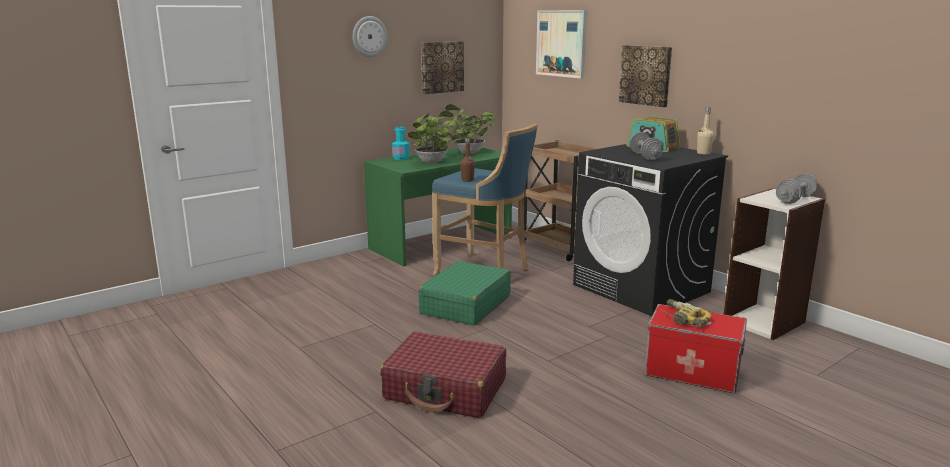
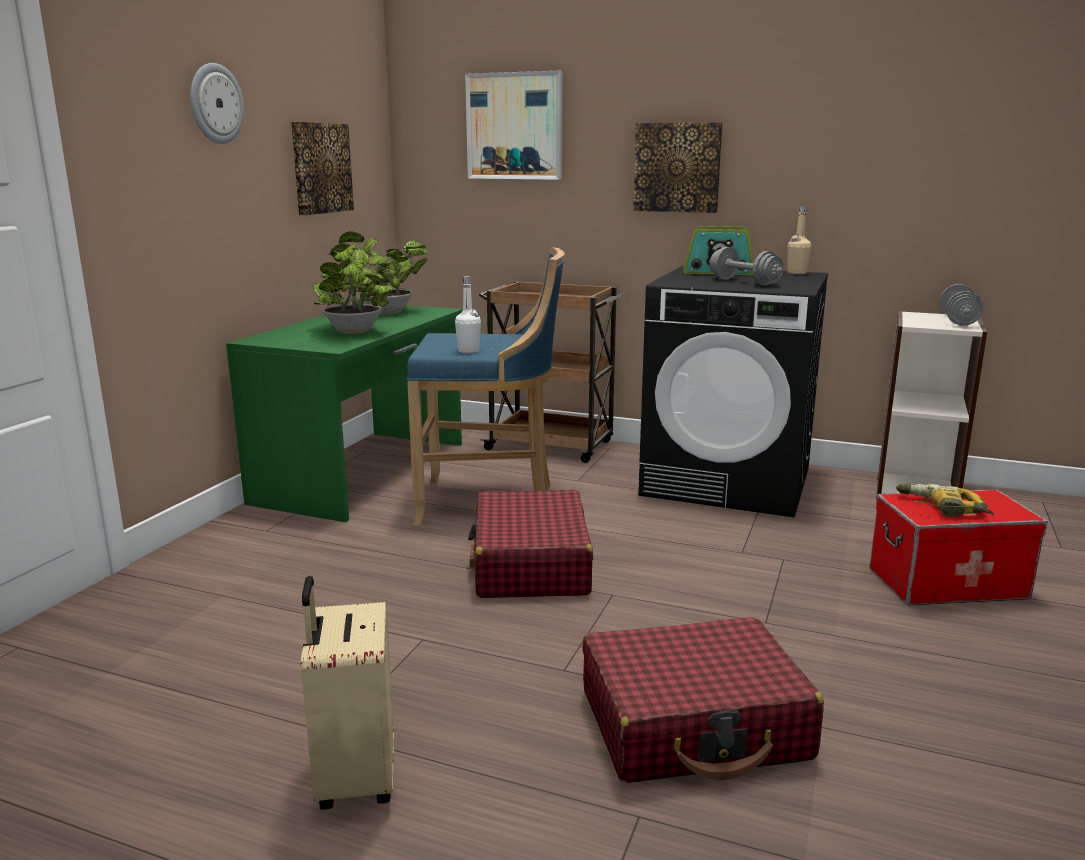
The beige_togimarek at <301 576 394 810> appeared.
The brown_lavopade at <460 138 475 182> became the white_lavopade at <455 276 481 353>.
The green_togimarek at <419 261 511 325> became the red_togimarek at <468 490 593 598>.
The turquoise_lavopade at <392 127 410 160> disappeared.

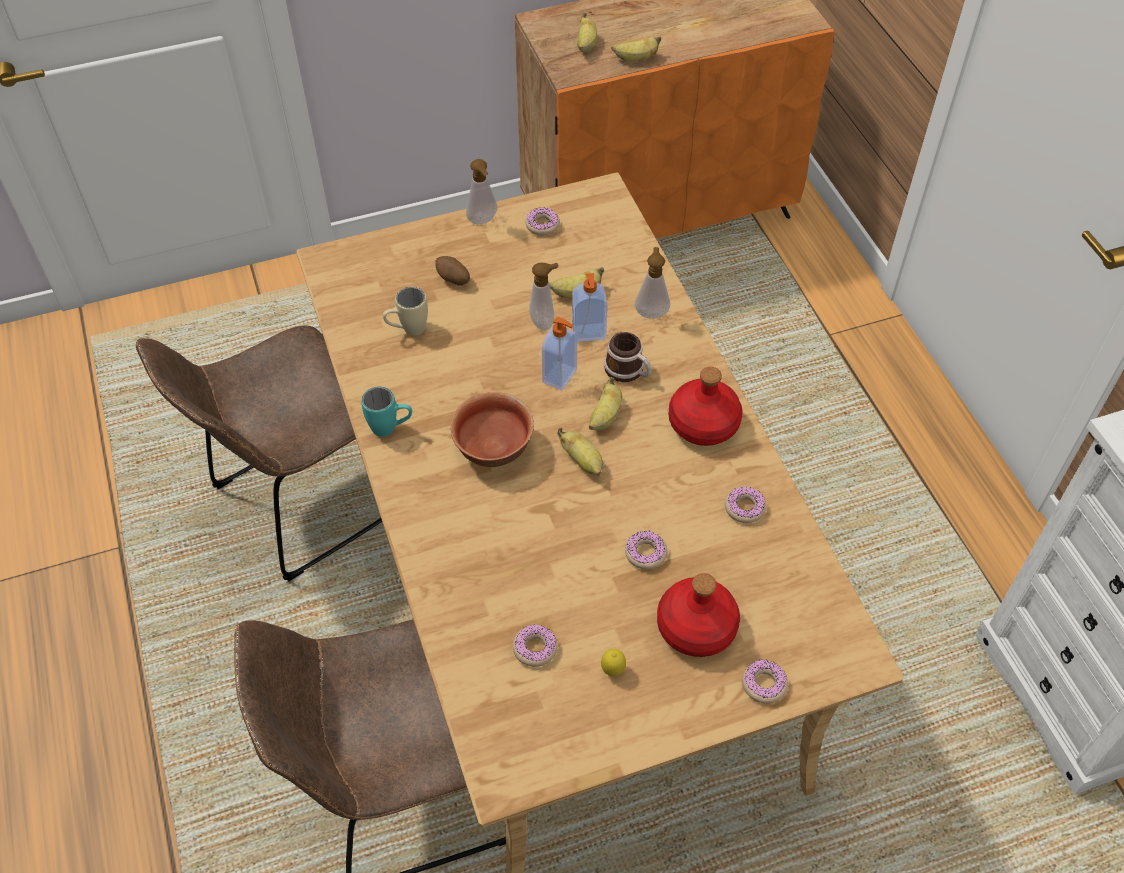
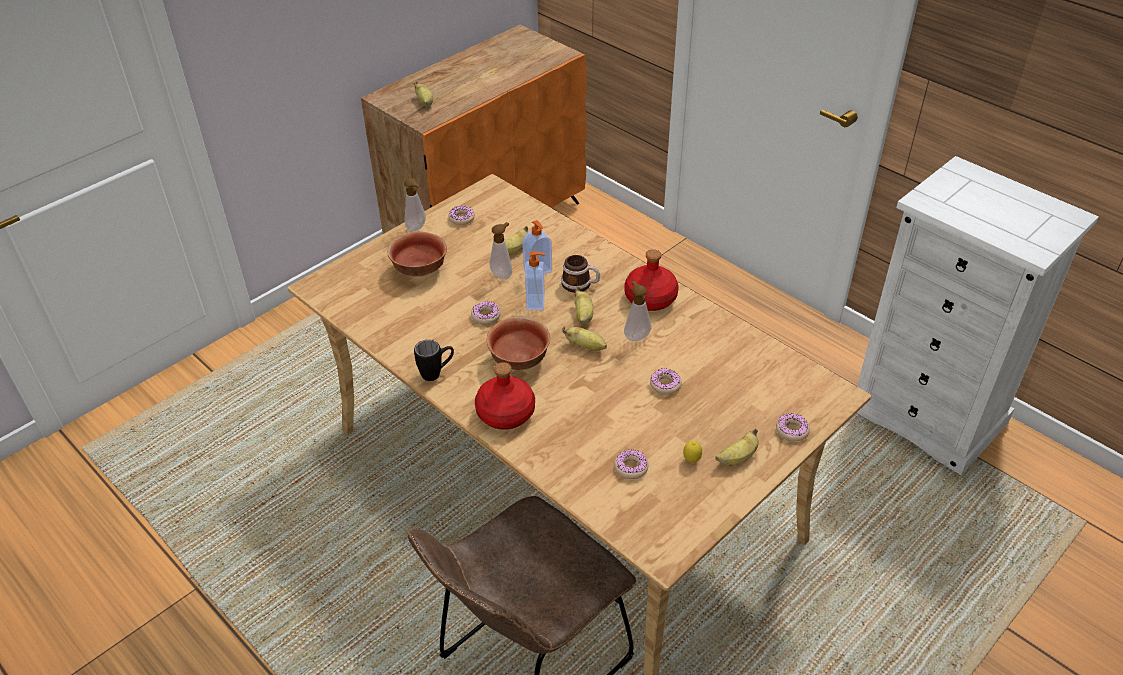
The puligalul at <435 256 470 286> was replaced by the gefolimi at <388 232 447 277>.
The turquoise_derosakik at <361 387 412 437> became the black_derosakik at <414 340 454 381>.
The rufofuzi moved from <725 486 766 523> to <471 301 500 324>.
The red_lavopade moved from <657 573 740 657> to <475 362 535 430>.
The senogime moved from <634 247 670 319> to <624 281 652 341>.
The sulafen moved from <611 36 661 62> to <716 429 759 466>.
The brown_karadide at <136 326 382 582> disappeared.
The beige_derosakik at <383 287 428 336> disappeared.

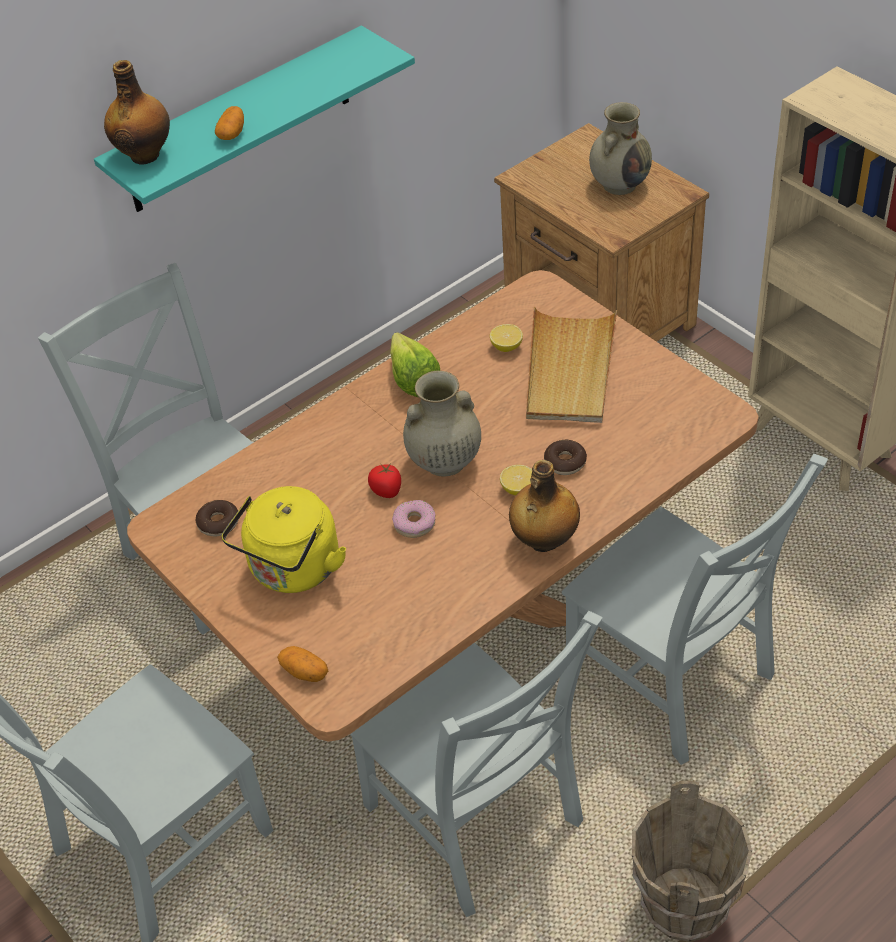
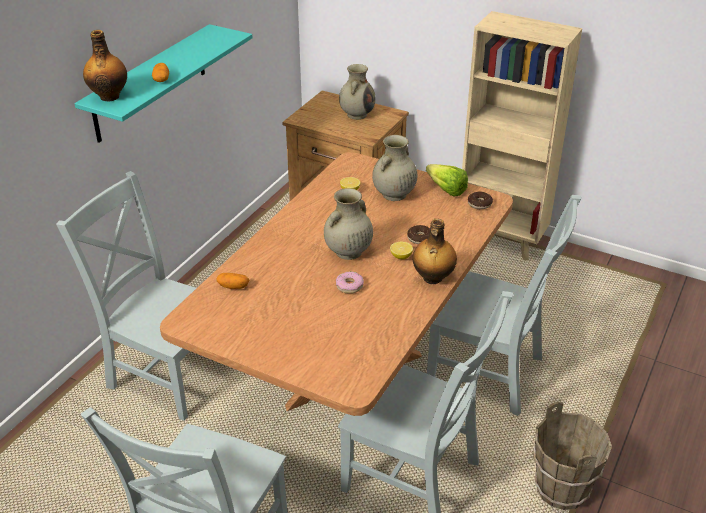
The puligalul moved from <277 646 328 682> to <216 273 249 289>.
The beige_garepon at <526 307 617 423> was replaced by the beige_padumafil at <372 135 417 201>.
The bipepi moved from <390 332 440 397> to <426 164 468 196>.
The rufofuzi moved from <196 500 238 536> to <468 191 493 209>.
The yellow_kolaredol at <221 486 347 593> disappeared.
The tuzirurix at <368 464 401 498> disappeared.

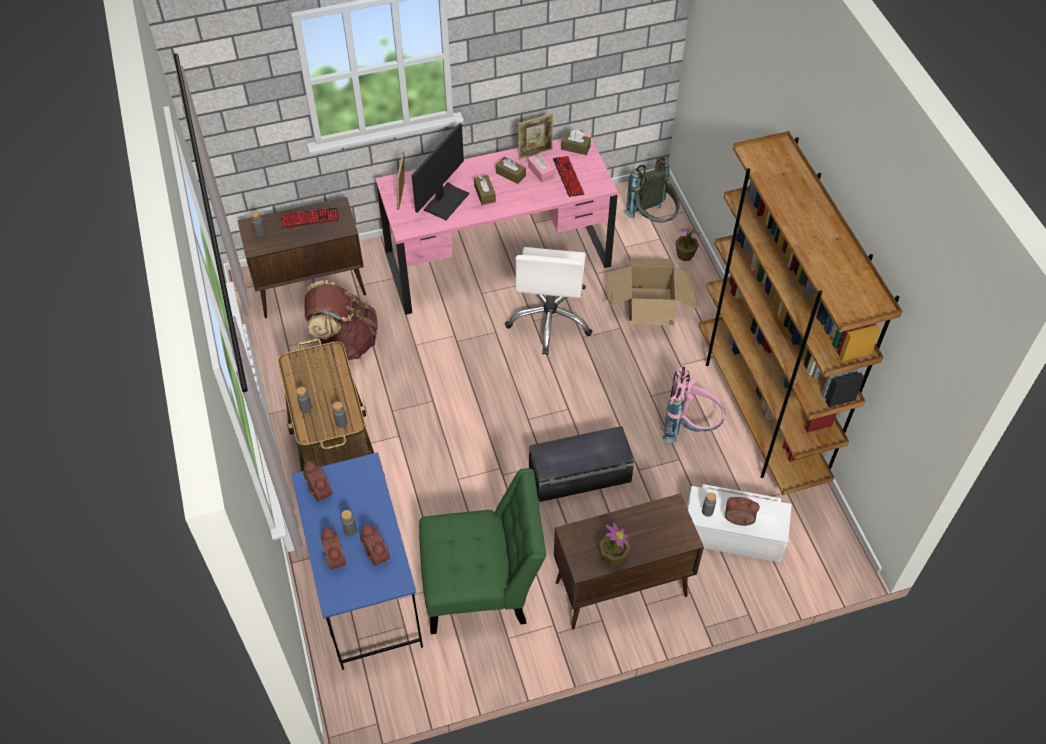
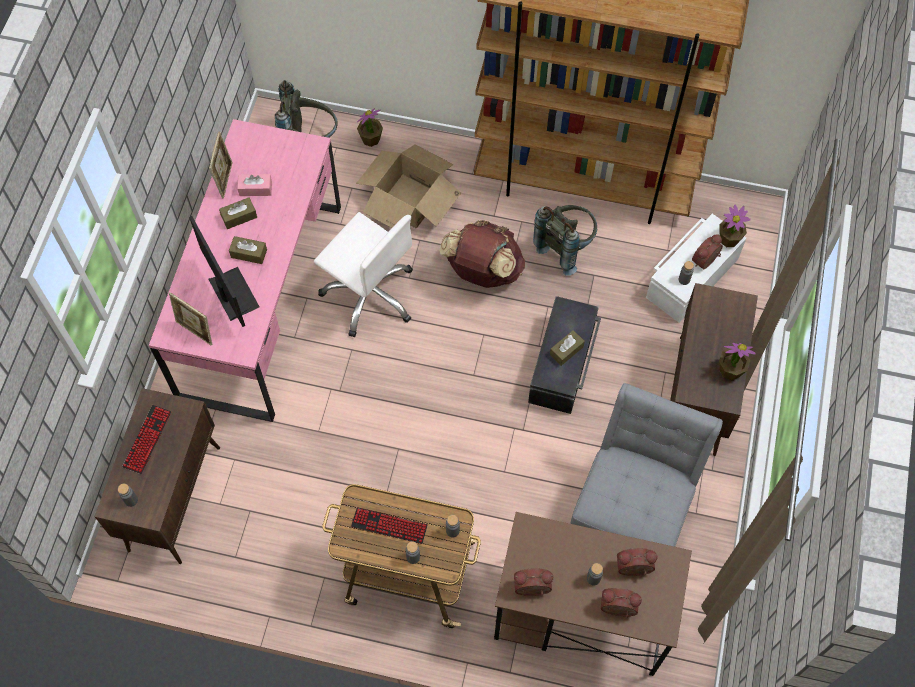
The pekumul moved from <553 156 585 197> to <351 507 428 544>.
The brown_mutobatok moved from <304 280 378 360> to <439 220 525 288>.
The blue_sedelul at <291 452 423 670> became the brown_sedelul at <494 512 692 676>.
The pink_mutobatok at <663 366 725 443> became the grey_mutobatok at <533 205 597 276>.
The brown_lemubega moved from <561 130 591 155> to <550 330 585 366>.
The green_karadide at <419 468 546 634> became the grey_karadide at <571 383 723 547>.
The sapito at <719 204 750 247> appeared.

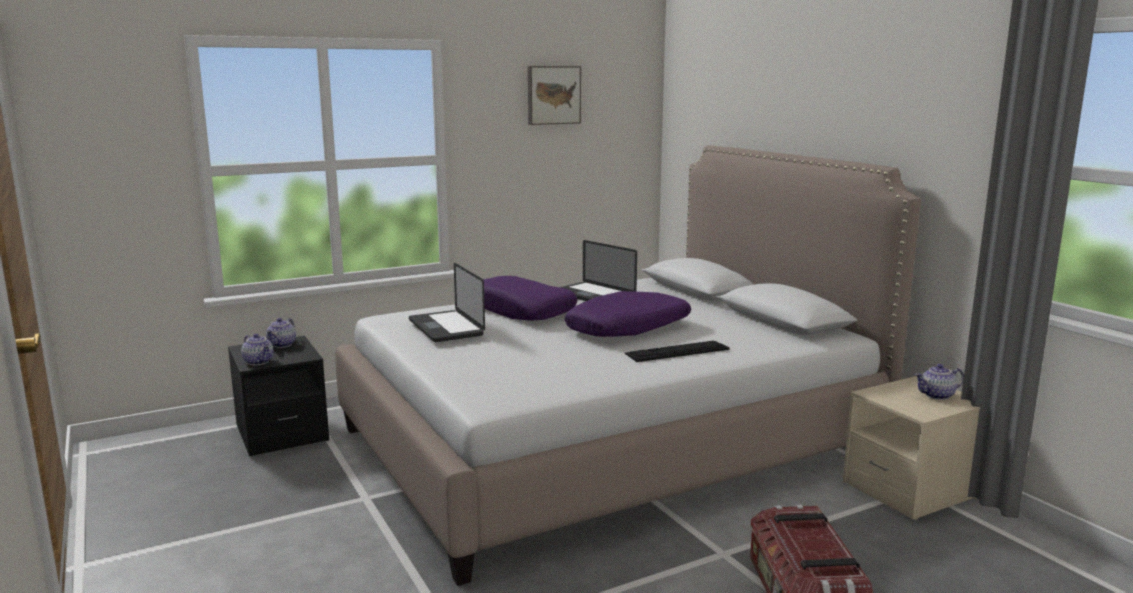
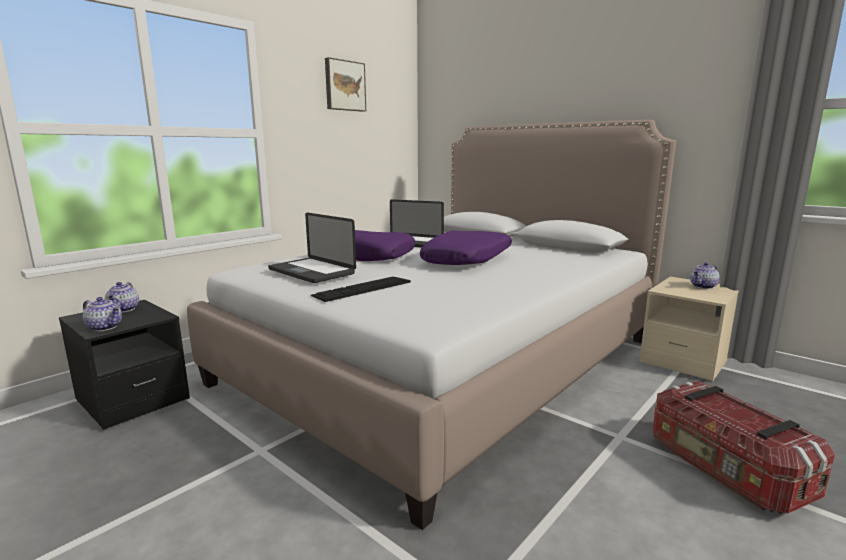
The pekumul moved from <625 341 730 362> to <310 276 411 302>.

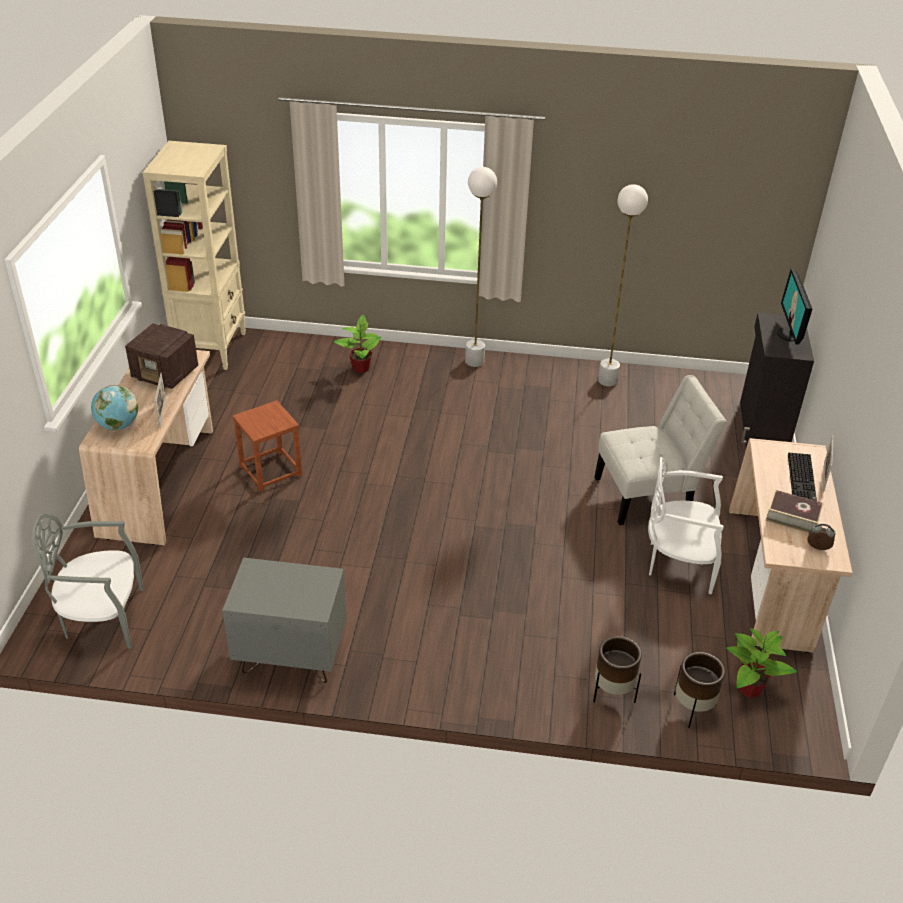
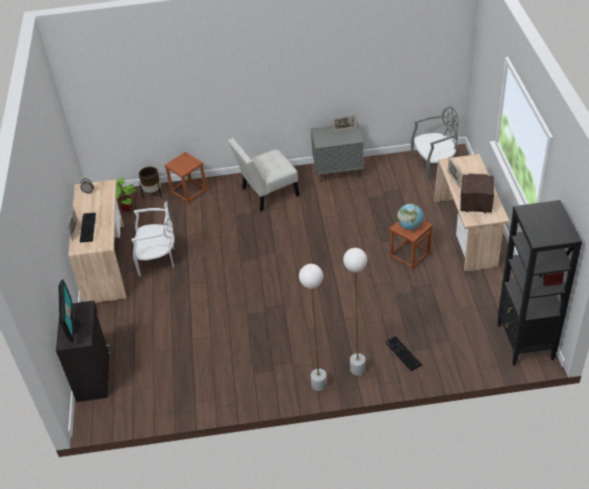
The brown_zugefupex at <593 636 642 703> was replaced by the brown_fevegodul at <164 152 207 204>.
The white_karadide moved from <594 375 727 525> to <228 138 299 211>.
The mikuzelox at <332 114 357 132> appeared.
The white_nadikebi moved from <598 184 648 386> to <343 248 367 375>.
The sapito at <334 314 381 373> was replaced by the pekumul at <385 336 422 371>.
The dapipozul moved from <91 385 138 430> to <397 204 423 230>.
The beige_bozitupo at <143 141 246 370> became the black_bozitupo at <497 200 582 365>.
The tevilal at <765 490 824 533> disappeared.

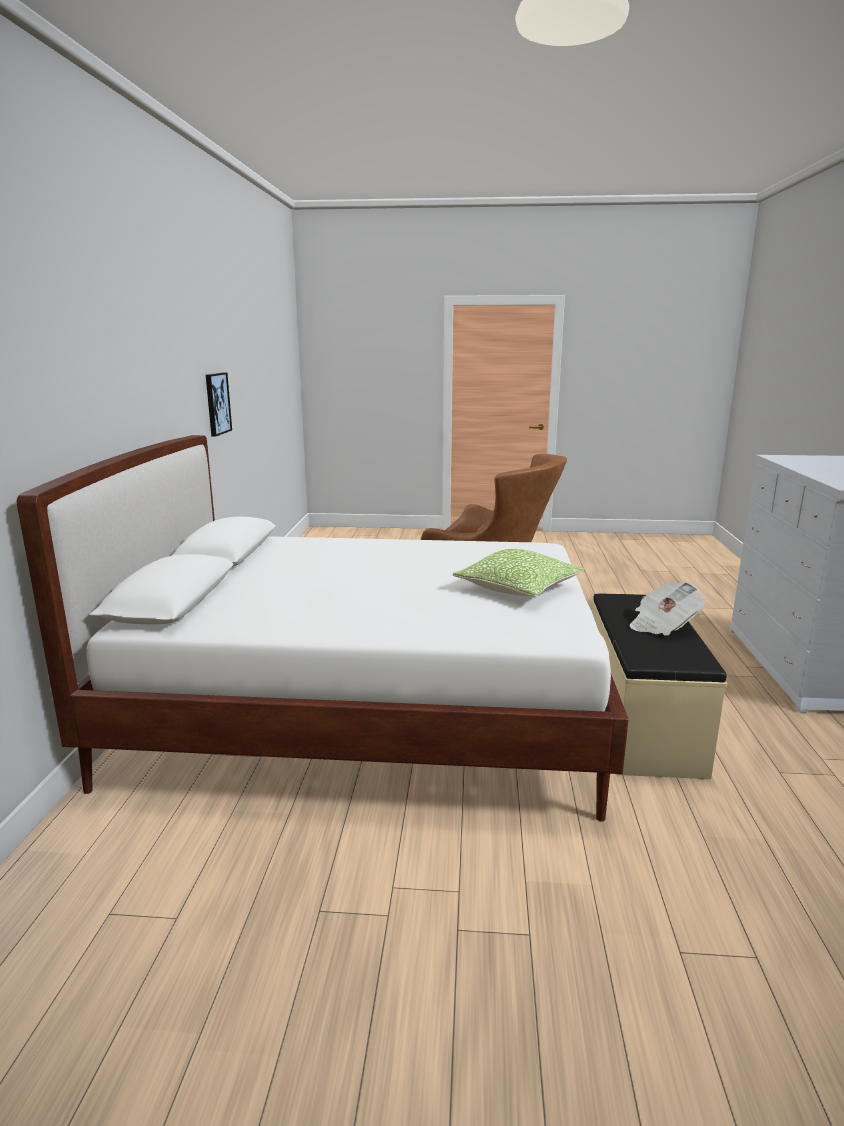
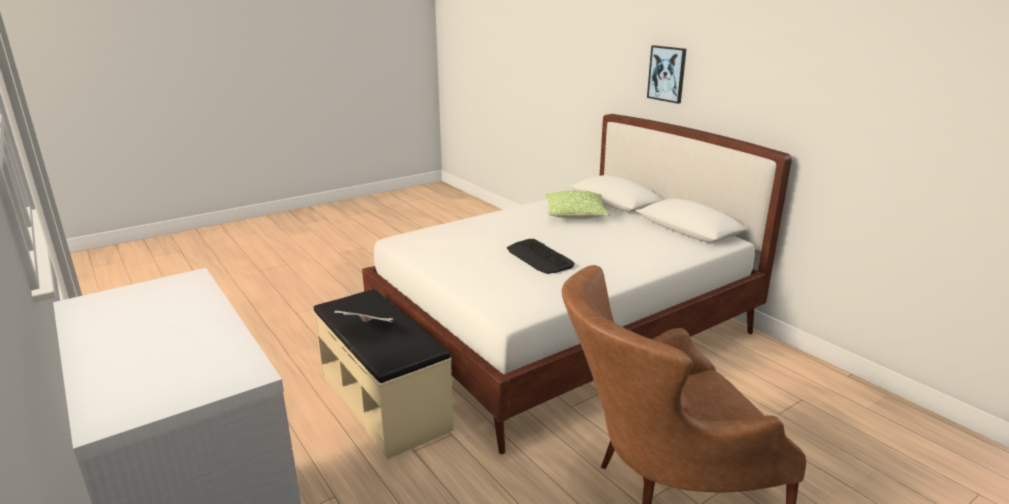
The pekumul at <507 239 575 274> appeared.
The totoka moved from <453 549 584 596> to <544 190 610 219>.
The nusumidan moved from <206 372 232 437> to <647 45 686 104>.

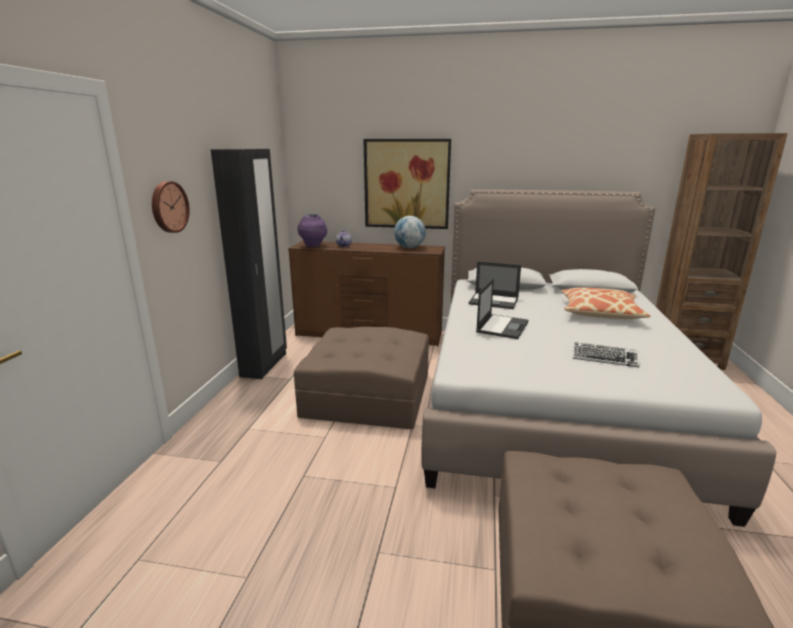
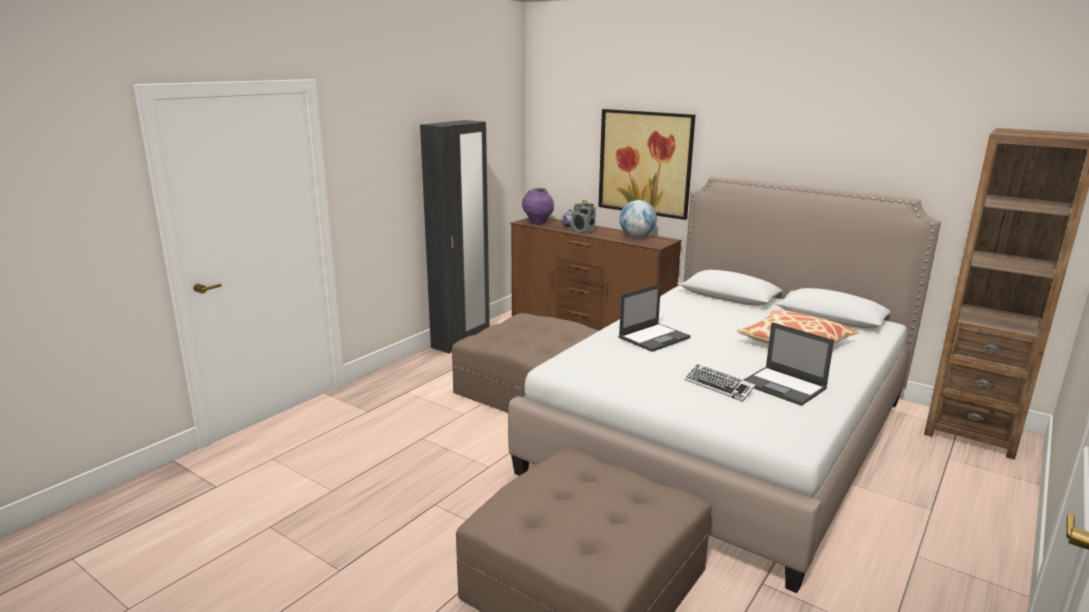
The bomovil at <571 200 596 233> appeared.
The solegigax moved from <469 261 521 309> to <744 322 834 406>.
The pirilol at <152 181 190 233> disappeared.

